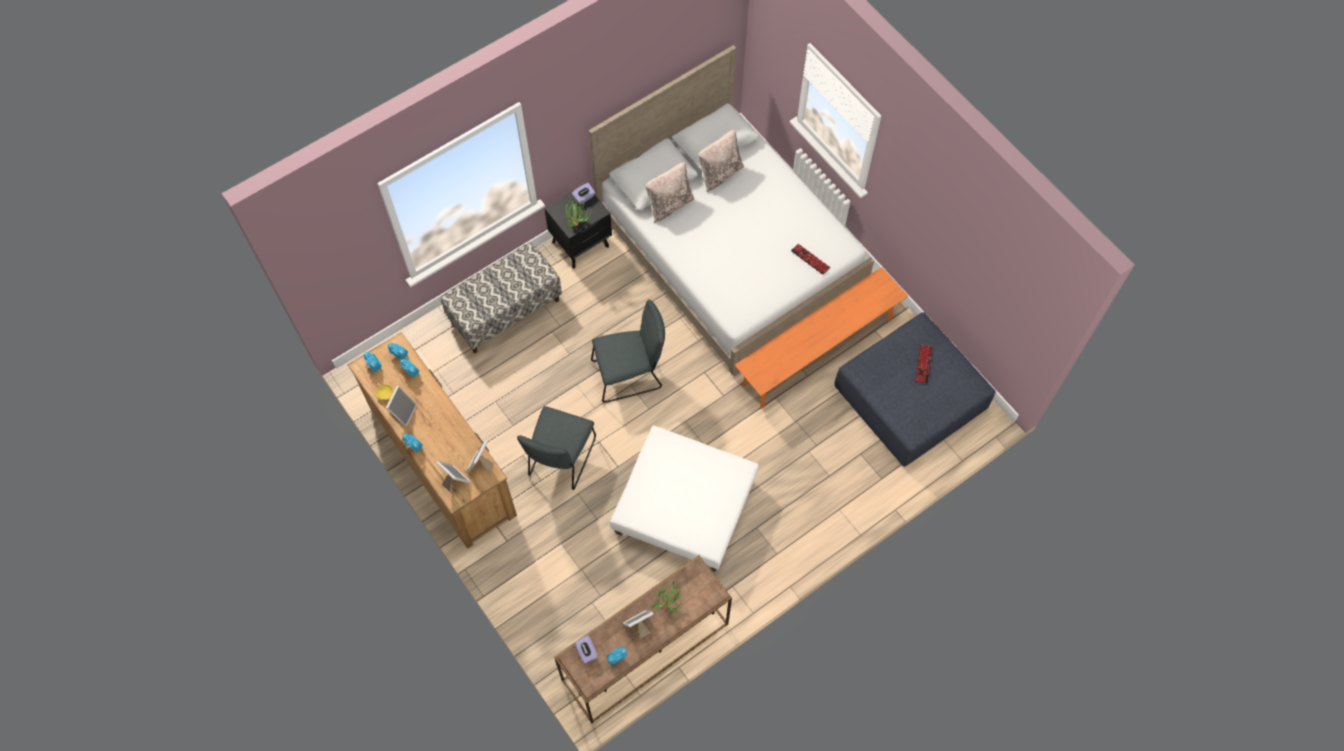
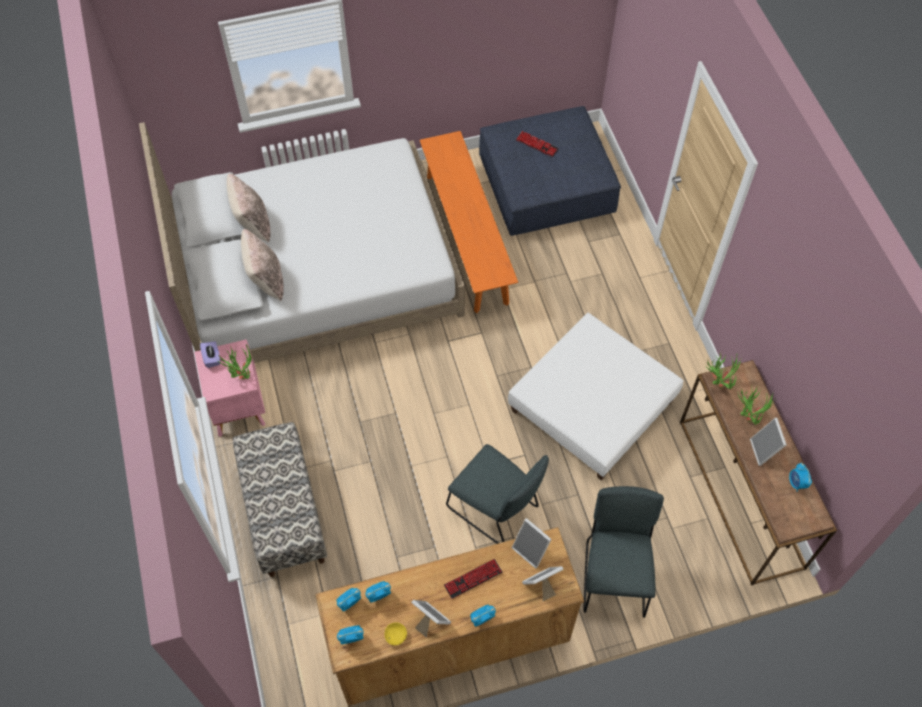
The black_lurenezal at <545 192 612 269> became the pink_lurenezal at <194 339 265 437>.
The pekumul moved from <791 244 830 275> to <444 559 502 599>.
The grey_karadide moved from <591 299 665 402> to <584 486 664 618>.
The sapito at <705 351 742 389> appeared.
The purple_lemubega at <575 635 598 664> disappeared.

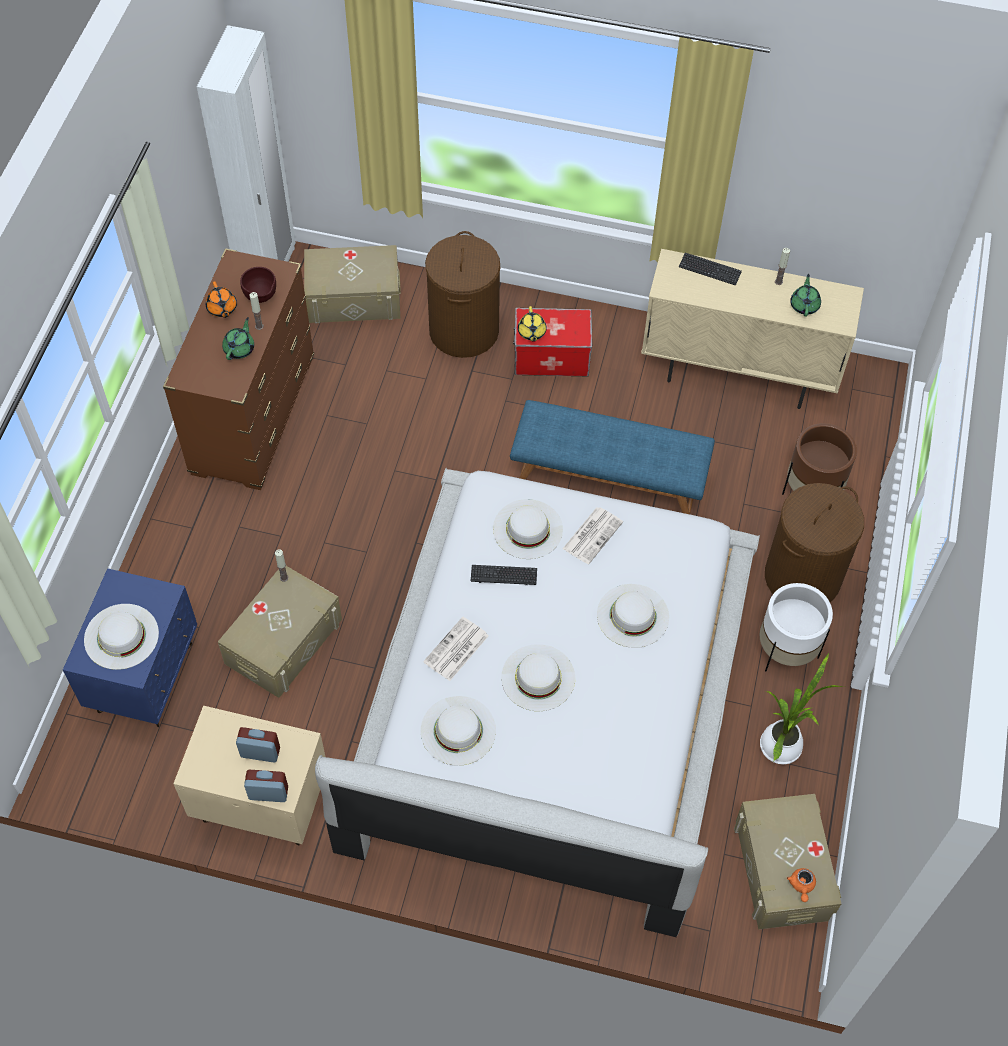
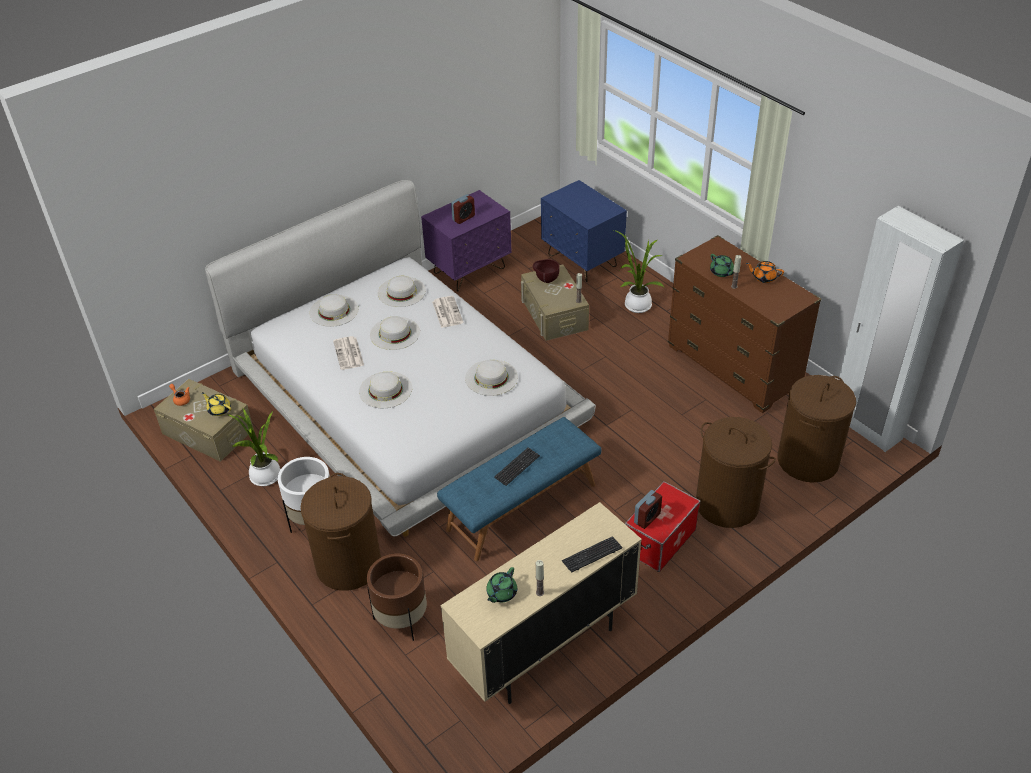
The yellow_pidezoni moved from <518 306 547 342> to <202 392 231 416>.
The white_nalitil moved from <84 604 159 670> to <310 294 359 327>.
The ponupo moved from <563 507 623 564> to <333 336 364 370>.
The beige_lurenezal at <173 705 325 846> became the purple_lurenezal at <421 190 512 291>.
The green_pidezoni at <790 274 821 317> turned 75 degrees clockwise.
The pekumul moved from <471 565 537 585> to <494 447 540 486>.
The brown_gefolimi moved from <240 267 276 303> to <533 259 560 283>.
The sapito at <614 230 664 313> appeared.
The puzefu moved from <244 770 288 802> to <634 490 662 529>.
The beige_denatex at <304 245 401 323> was replaced by the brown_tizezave at <778 375 856 483>.

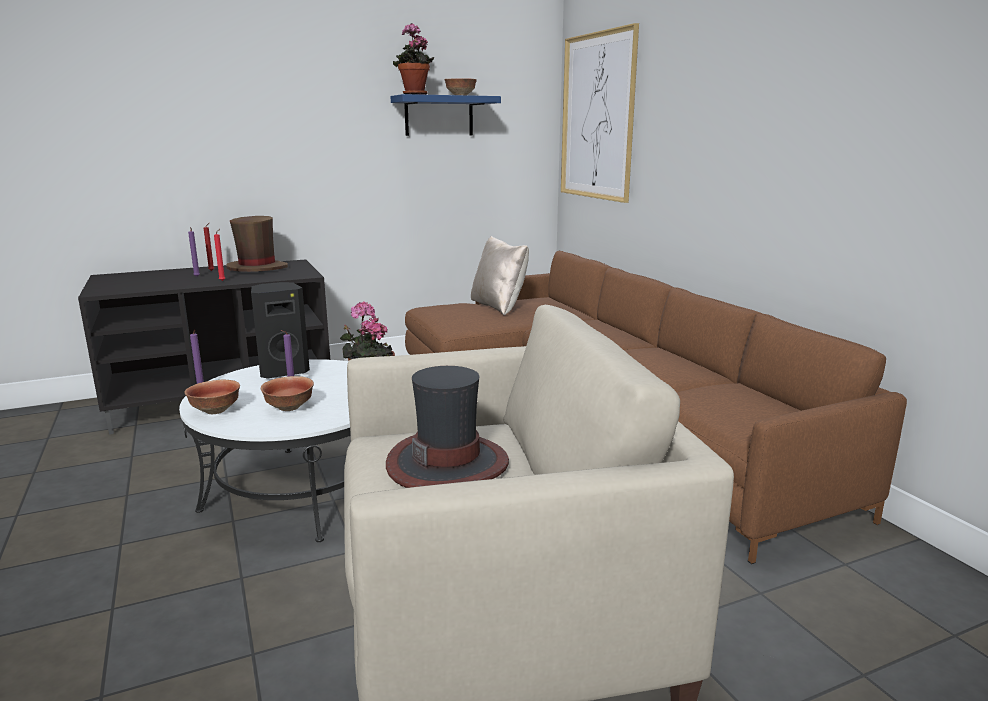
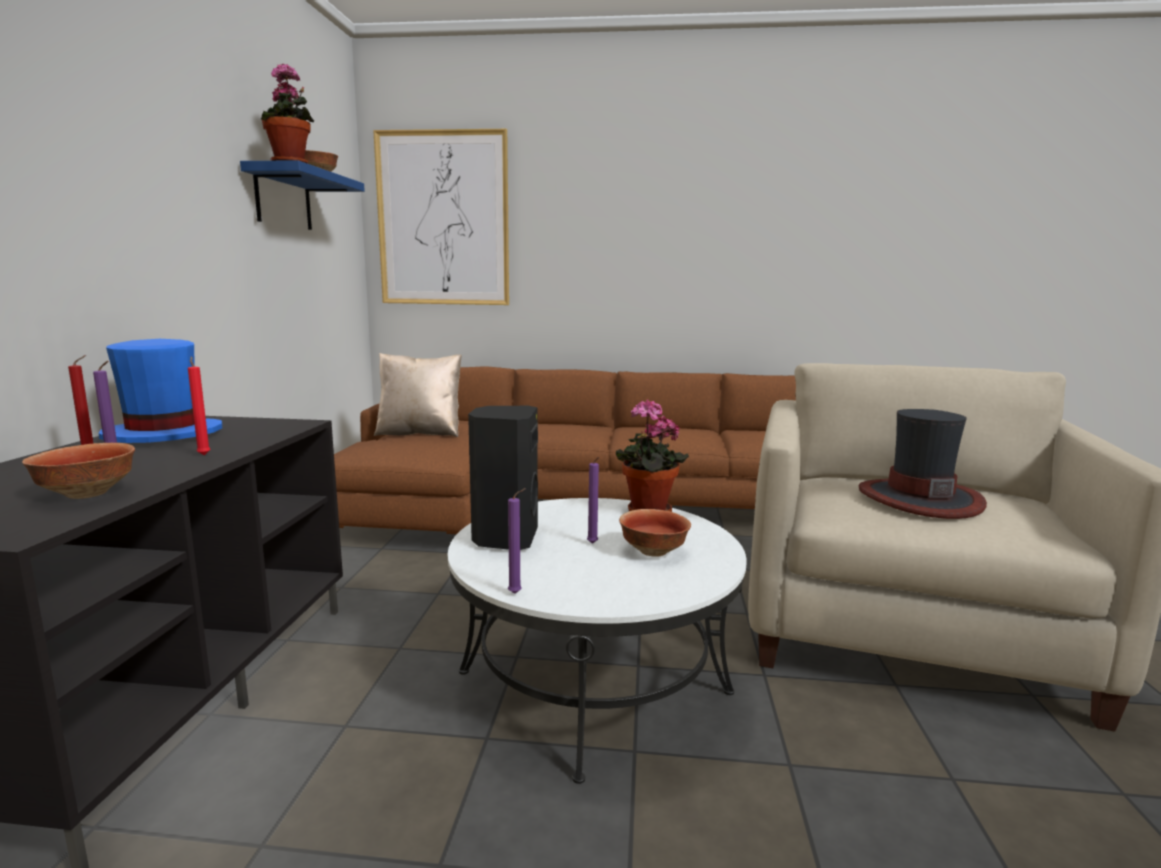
The gefolimi moved from <185 380 240 414> to <22 443 135 499>.
The brown_nalitil at <226 216 288 272> became the blue_nalitil at <98 339 222 443>.

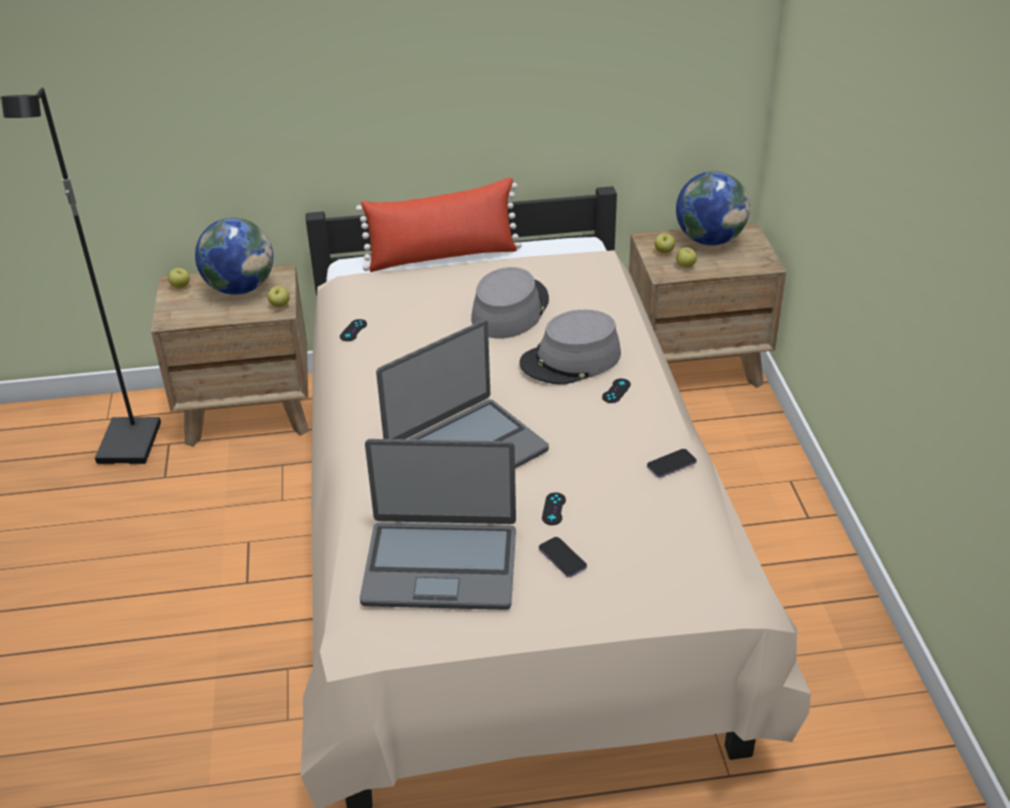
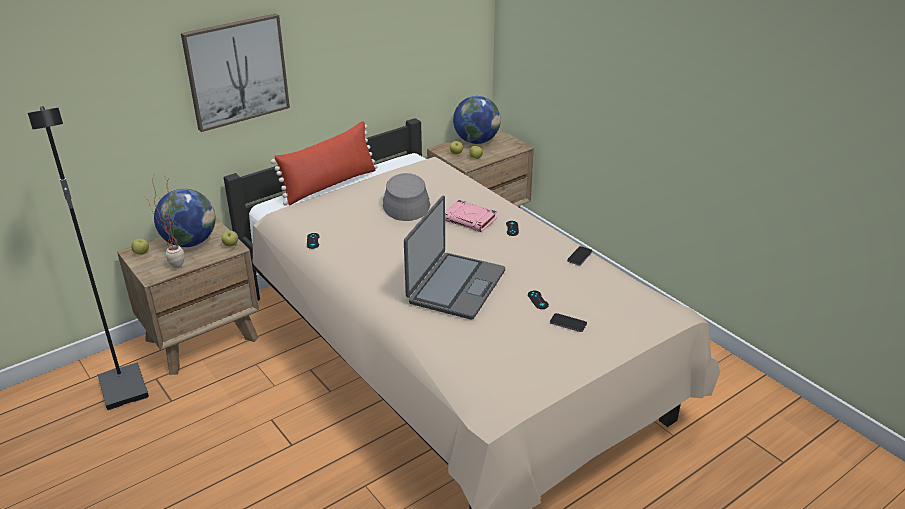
The sapito at <143 172 184 268> appeared.
The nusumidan at <181 13 290 132> appeared.
The grey_nalitil at <519 310 621 385> was replaced by the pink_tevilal at <445 200 497 232>.
The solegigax at <360 439 516 610> disappeared.

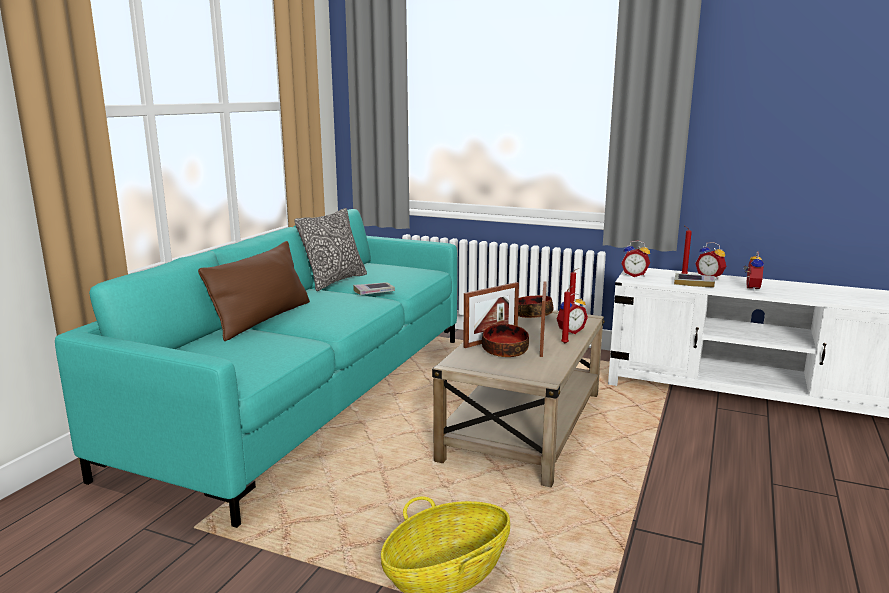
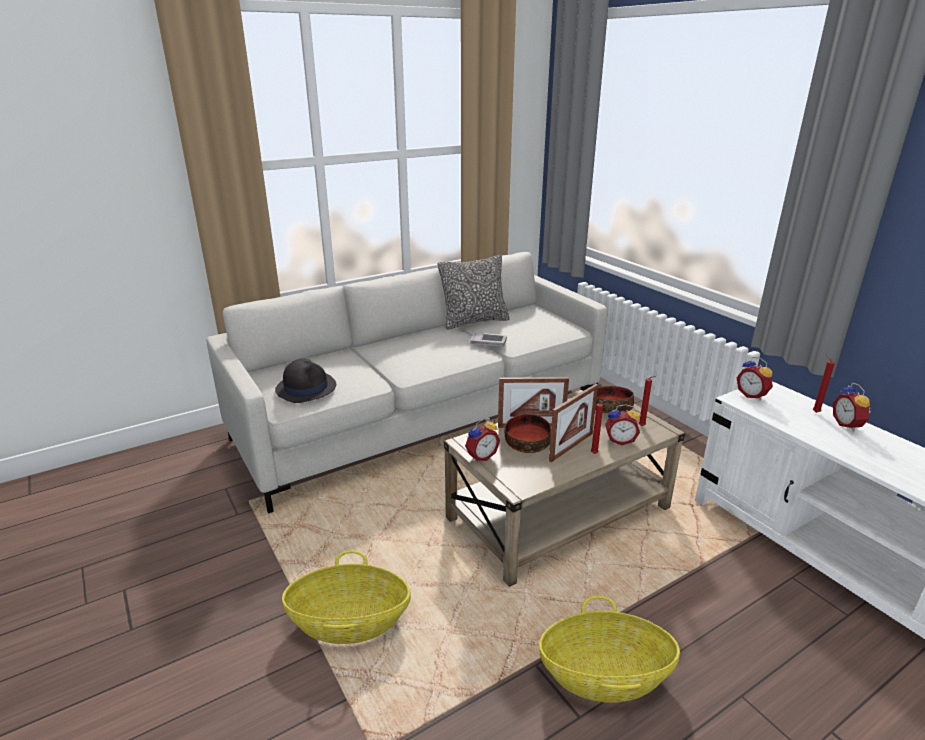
The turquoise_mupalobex at <55 209 457 528> became the grey_mupalobex at <206 252 607 513>.
The black_nalitil at <275 358 336 403> appeared.
The puzefu moved from <743 251 764 291> to <465 418 500 462>.
The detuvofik at <539 596 680 703> appeared.
The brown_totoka at <198 241 310 341> disappeared.
The tevilal at <674 273 715 288> disappeared.

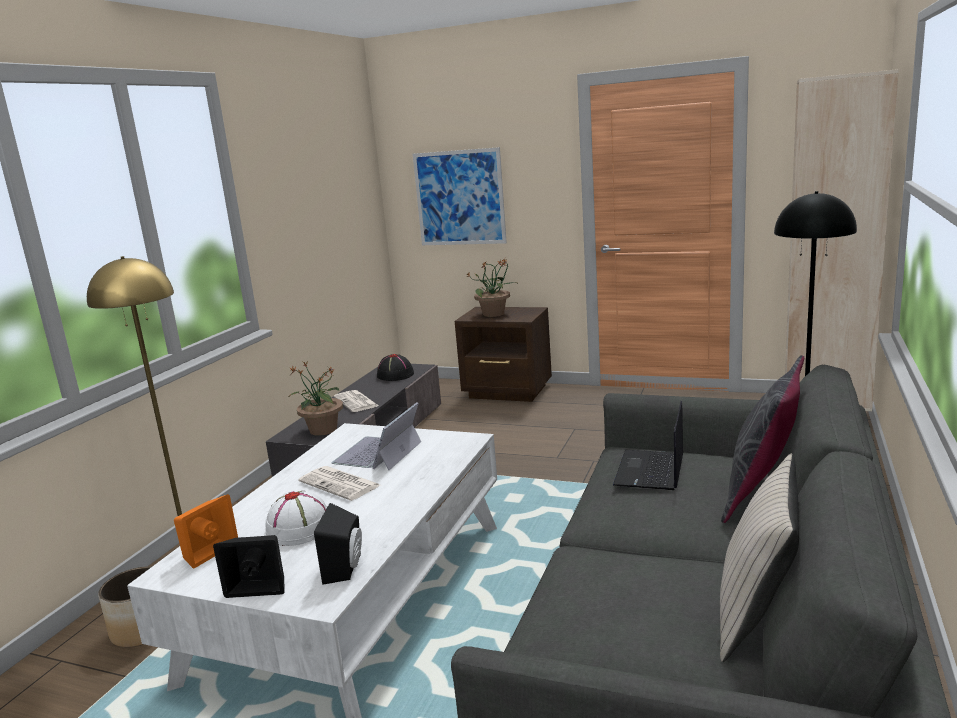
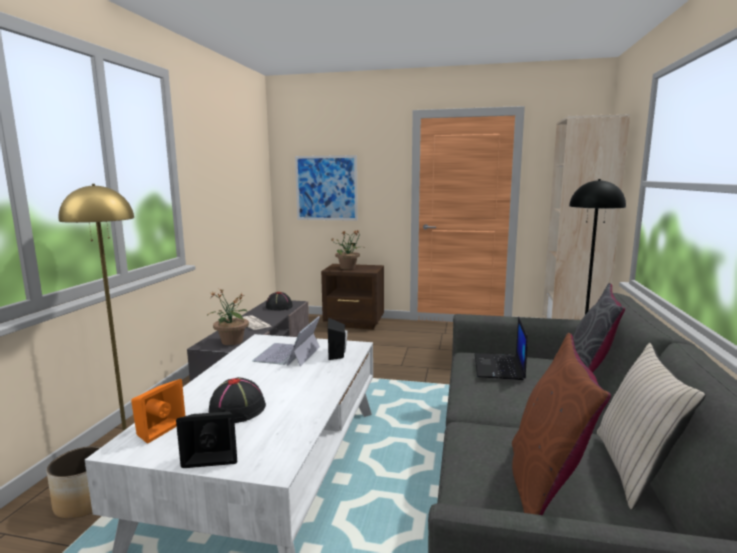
The white_nalitil at <265 490 327 546> became the black_nalitil at <209 377 266 423>.
The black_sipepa moved from <314 503 362 585> to <328 317 347 360>.
The brown_totoka at <512 333 611 515> appeared.
The ponupo at <298 466 380 501> disappeared.

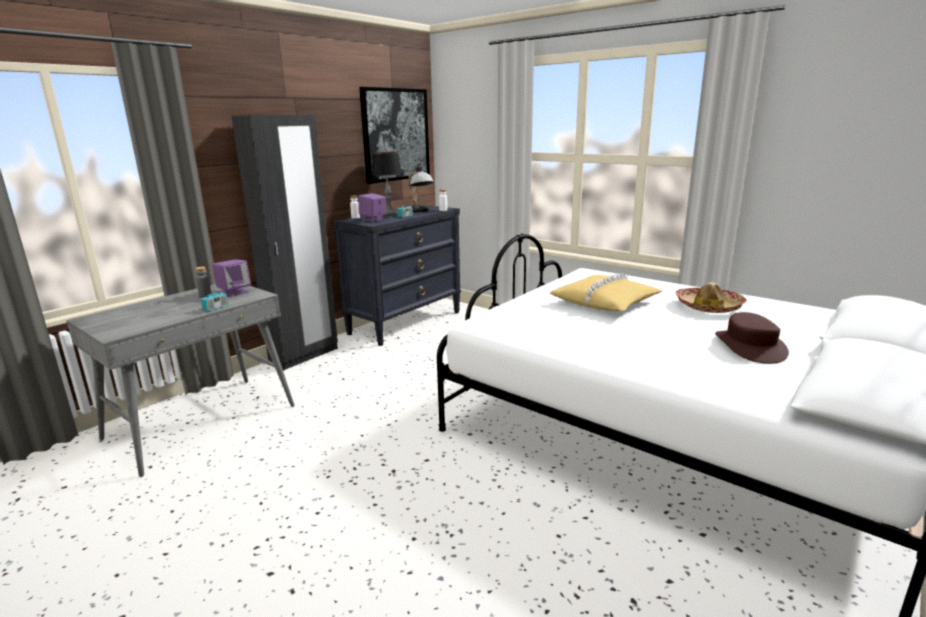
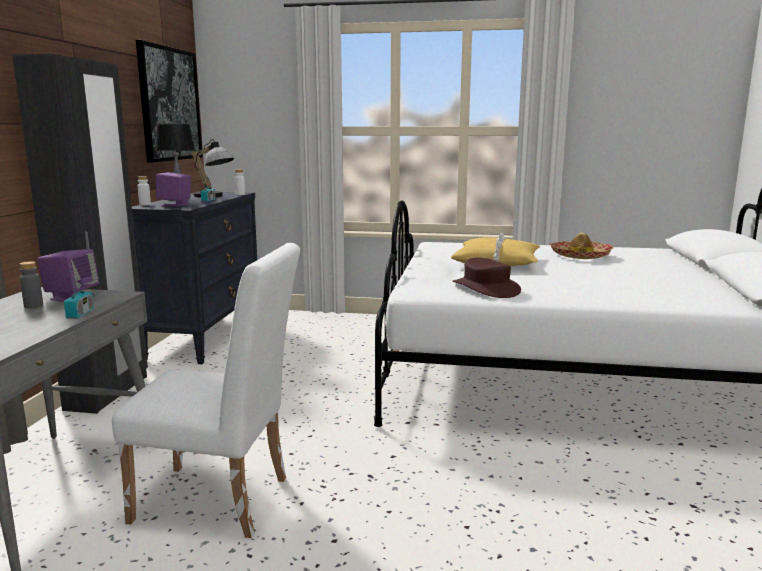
The white_karadide at <112 243 300 538> appeared.
The brown_nalitil moved from <715 312 789 364> to <452 258 521 298>.

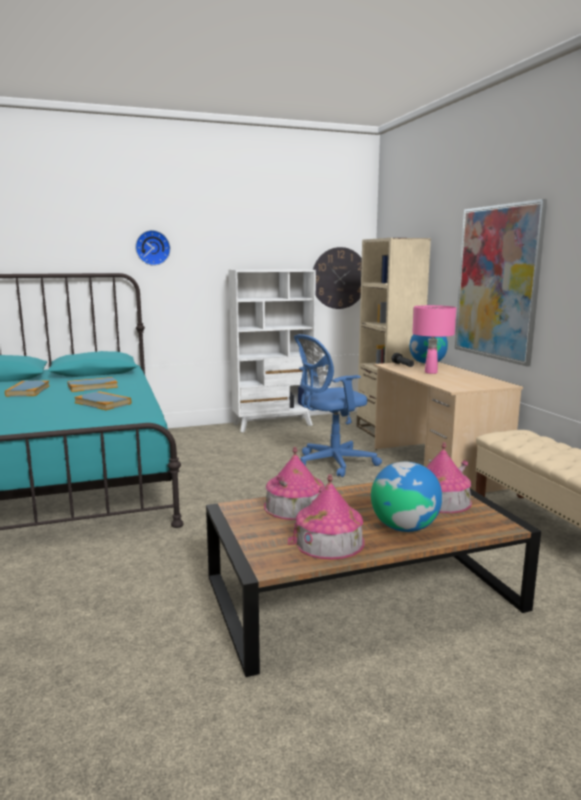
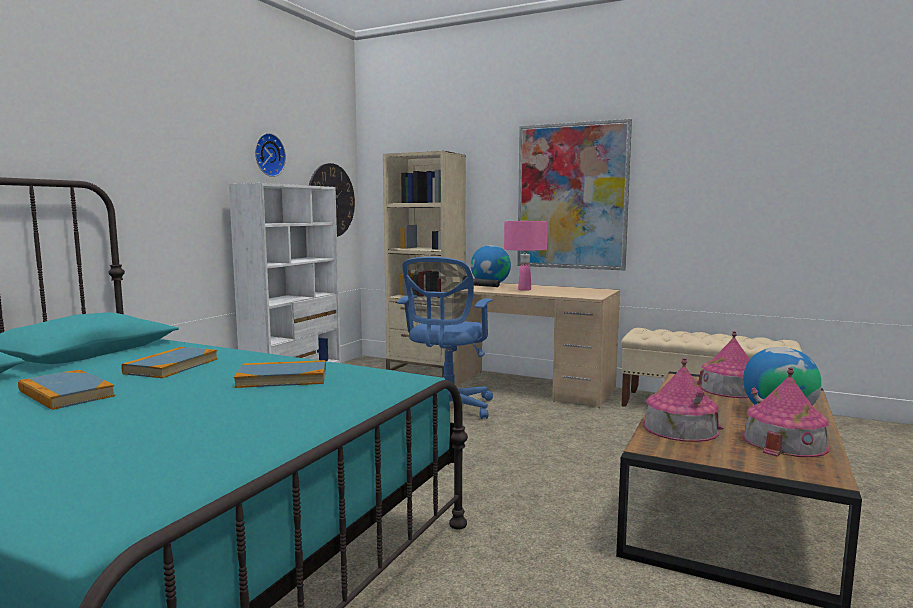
The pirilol moved from <135 230 170 266> to <255 133 286 177>.

